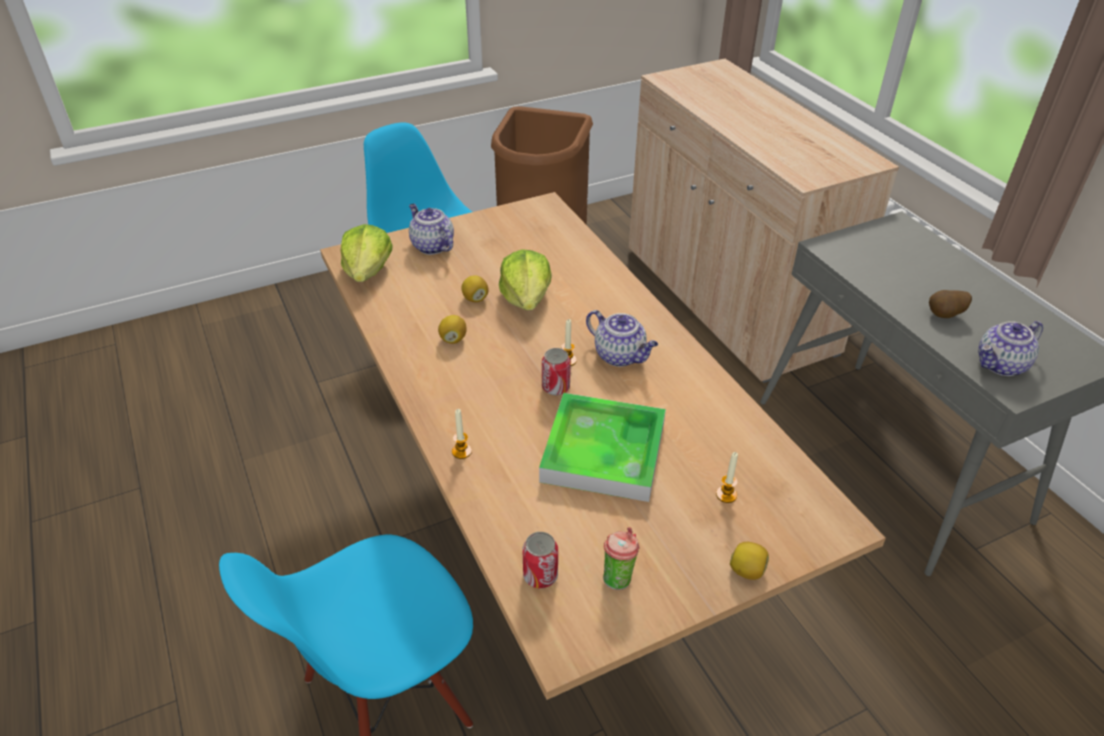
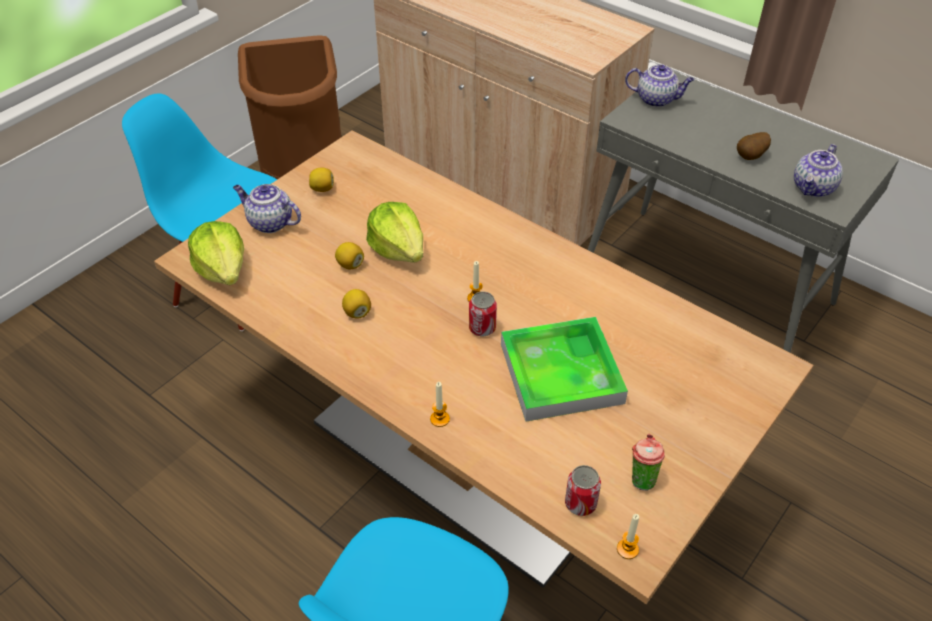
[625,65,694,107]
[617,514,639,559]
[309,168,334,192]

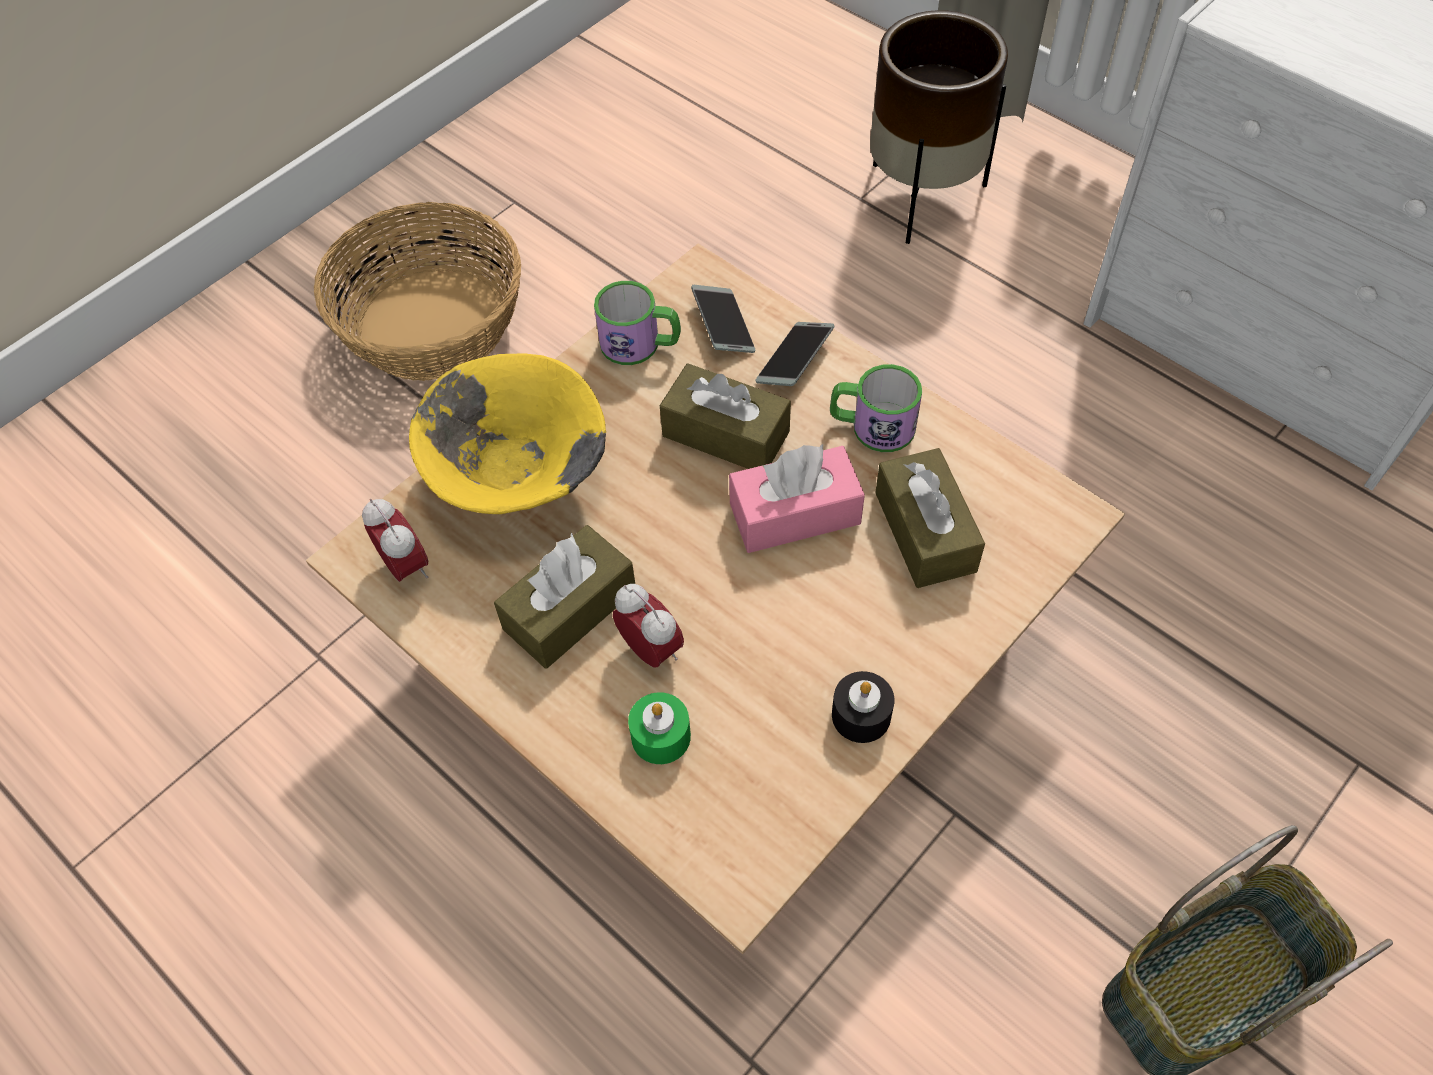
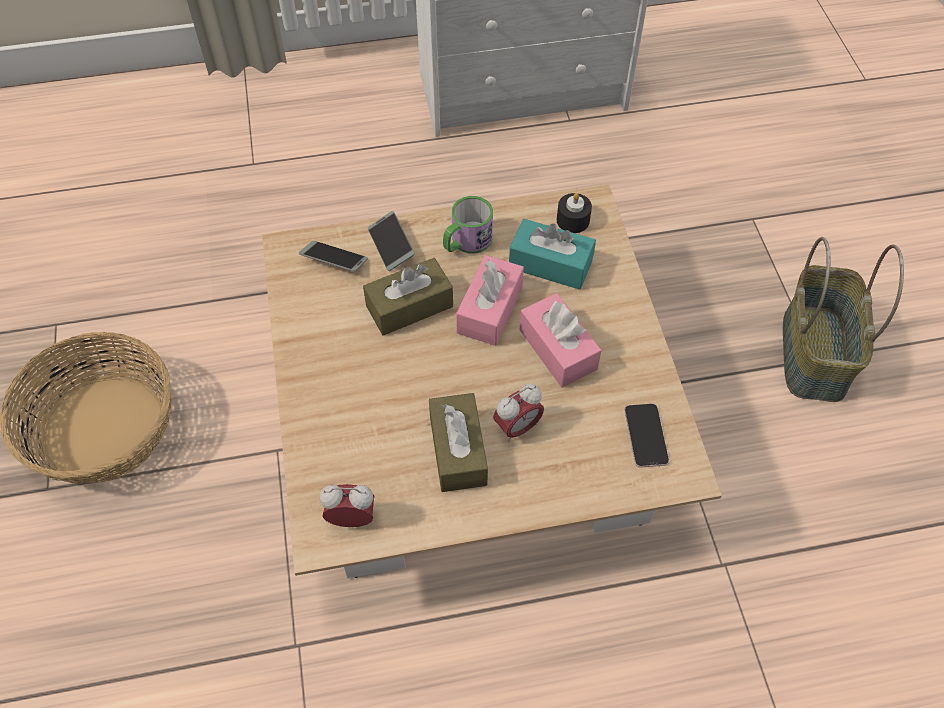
[870,10,1008,244] (first image)
[594,281,681,365] (first image)
[409,353,606,514] (first image)
[509,219,596,290]
[493,384,544,442]
[557,193,592,233]
[628,692,691,764] (first image)
[520,293,602,388]
[624,403,669,468]

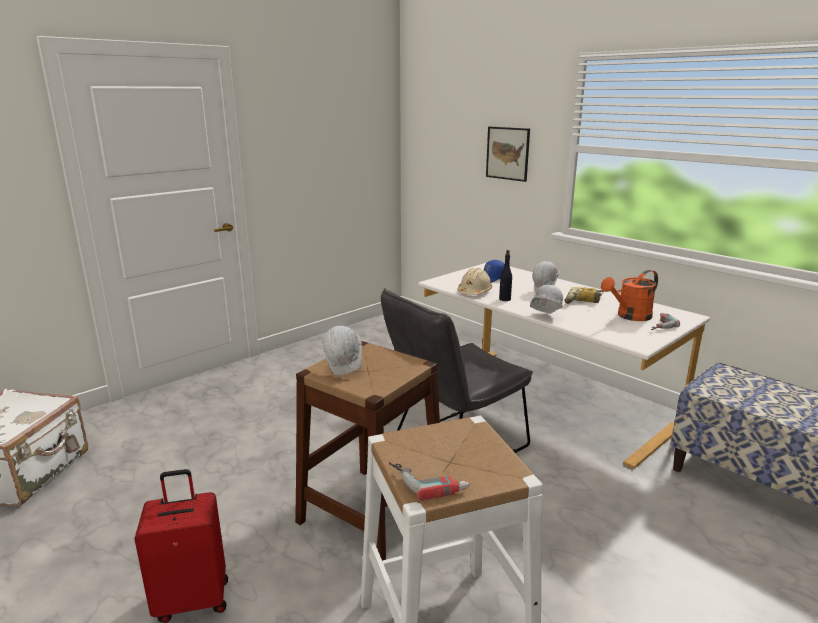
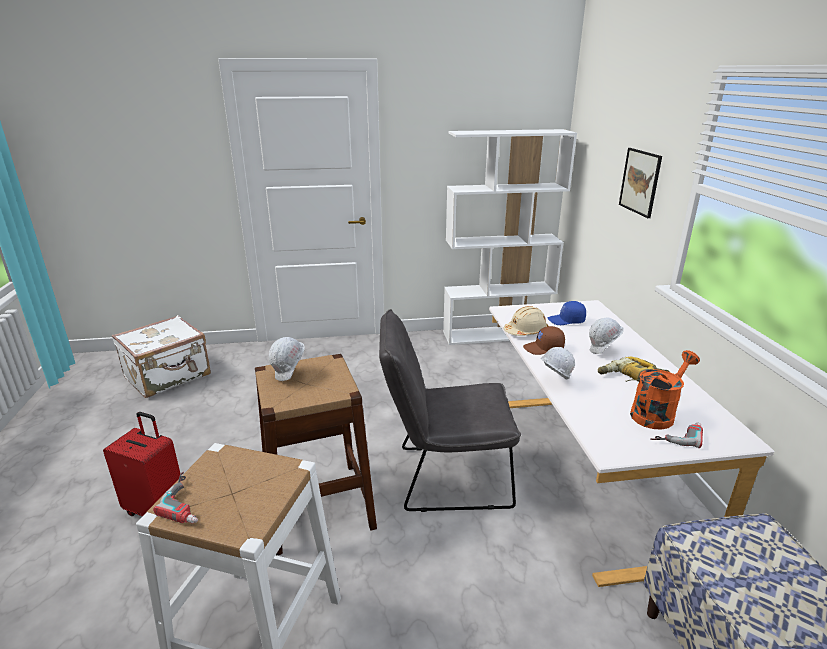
[523,326,565,355]
[630,350,700,430]
[443,129,577,345]

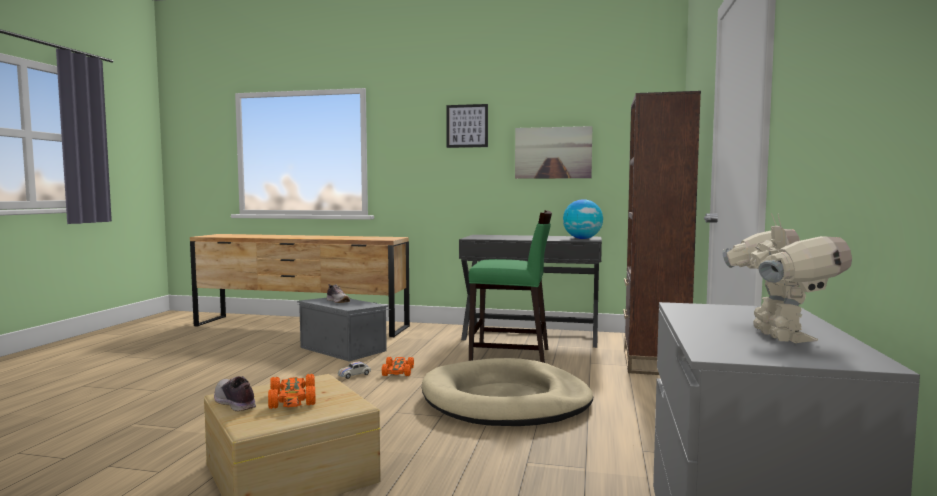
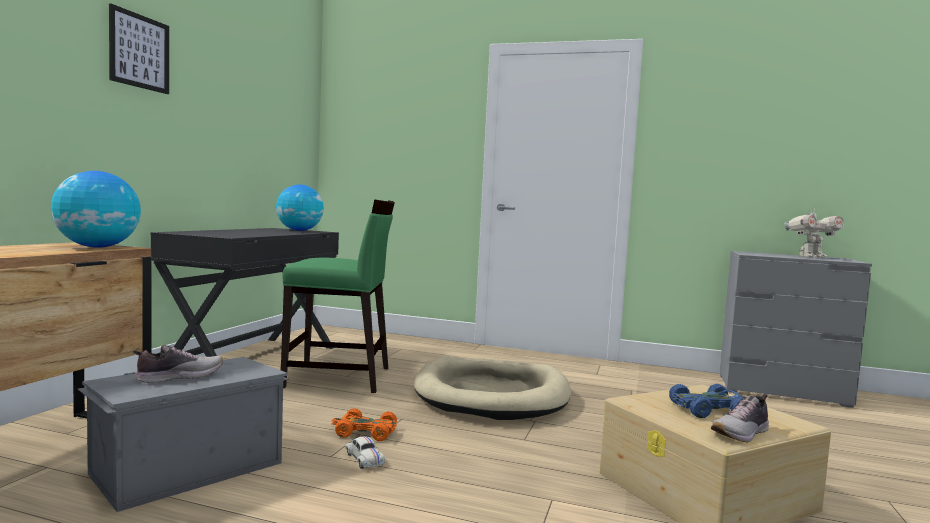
[623,91,701,375] (first image)
[515,126,592,179] (first image)
[281,199,395,393]
[784,209,844,257]
[669,384,747,418]
[51,171,141,248]

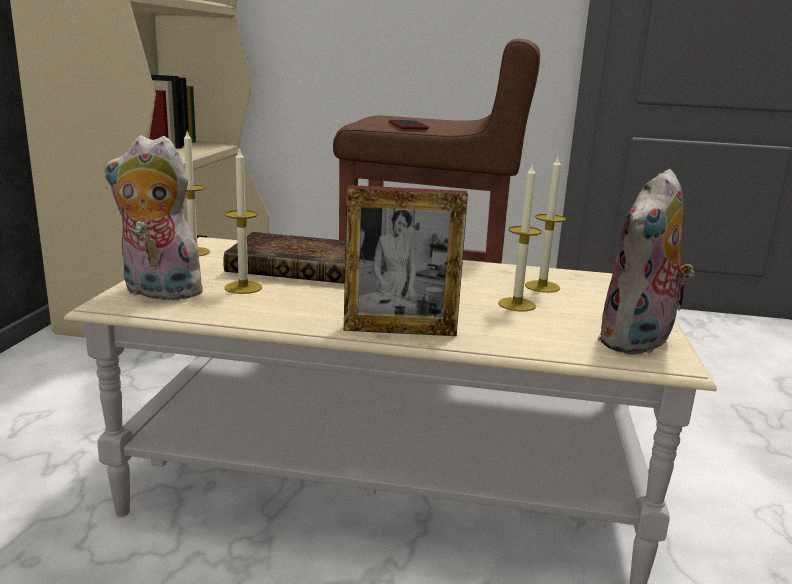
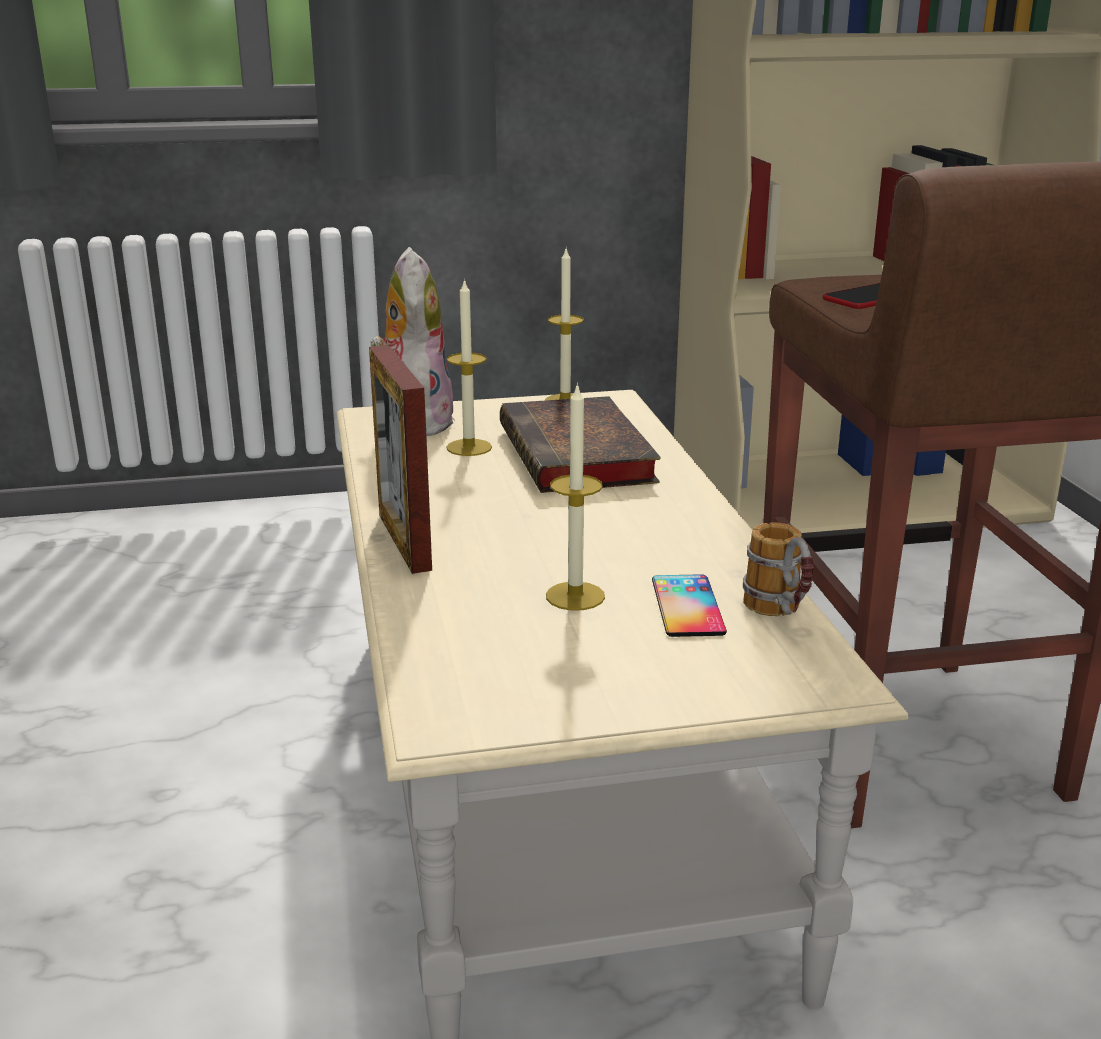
[652,574,727,637]
[597,169,694,355] (first image)
[743,522,815,616]

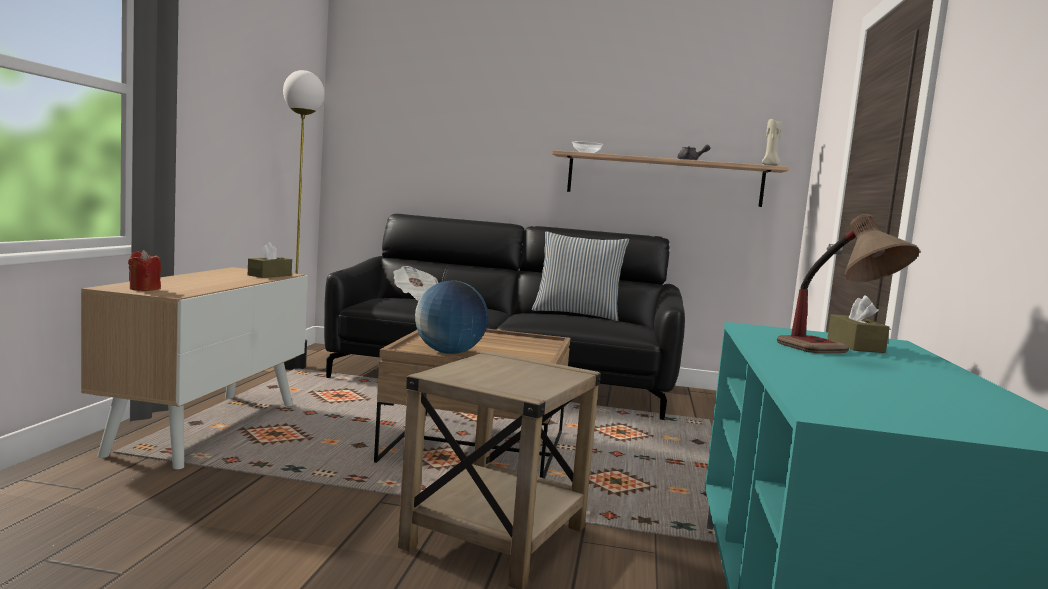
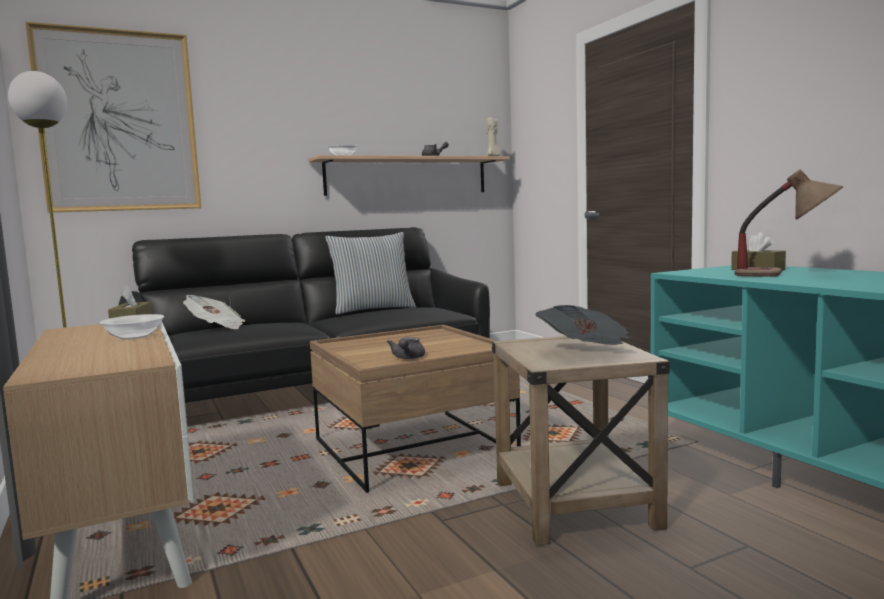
[128,250,161,291] (first image)
[387,337,425,359]
[25,22,201,213]
[535,305,629,345]
[100,314,164,340]

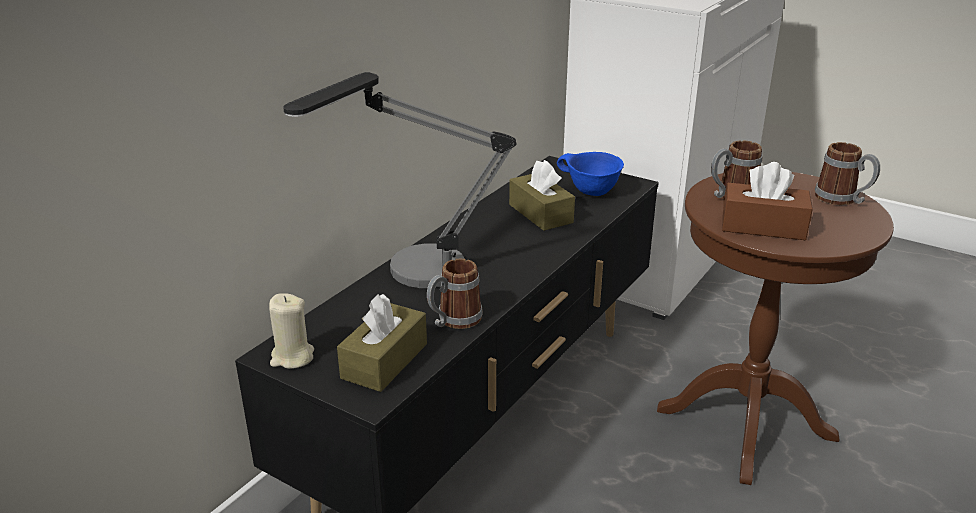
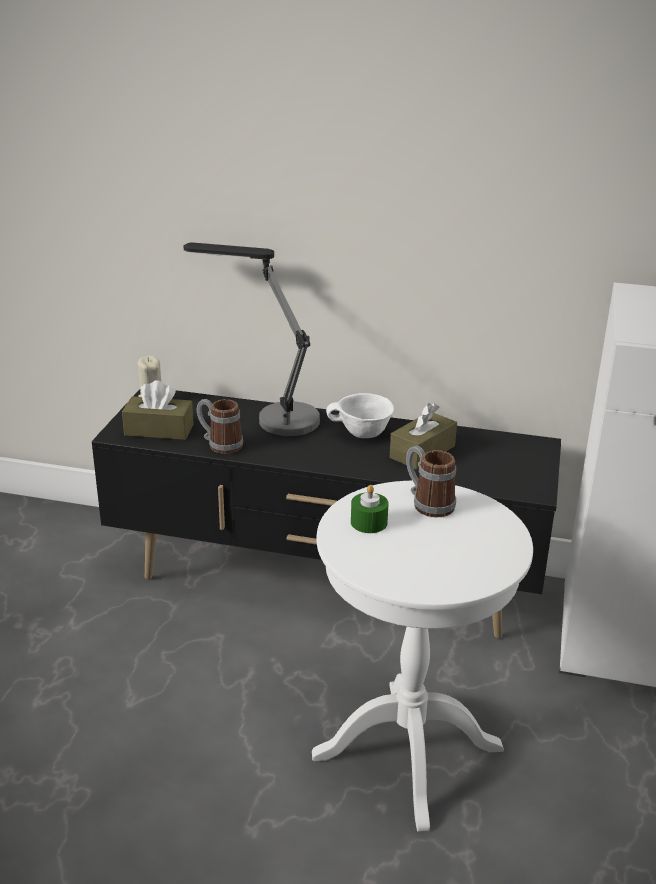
[815,142,880,205] (first image)
[557,152,624,196] (first image)
[351,485,389,533]
[312,481,533,832]
[326,393,394,438]

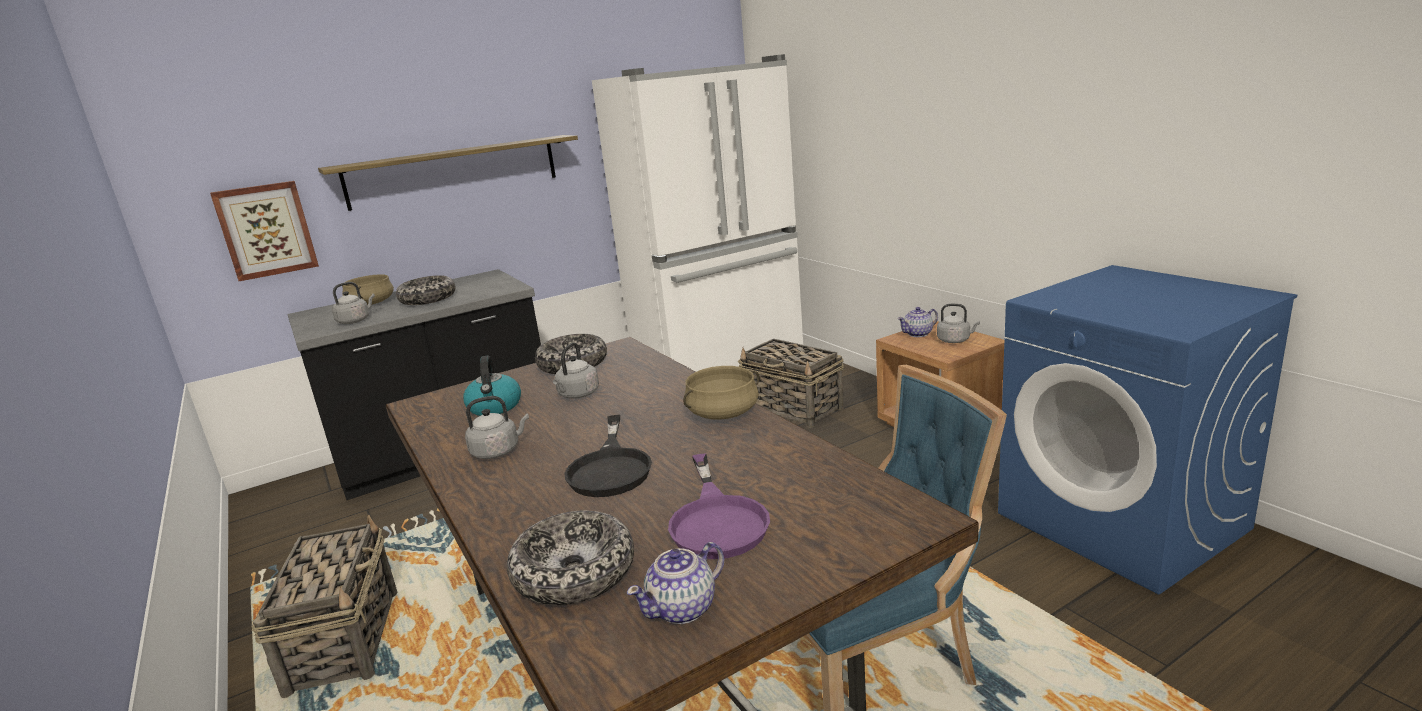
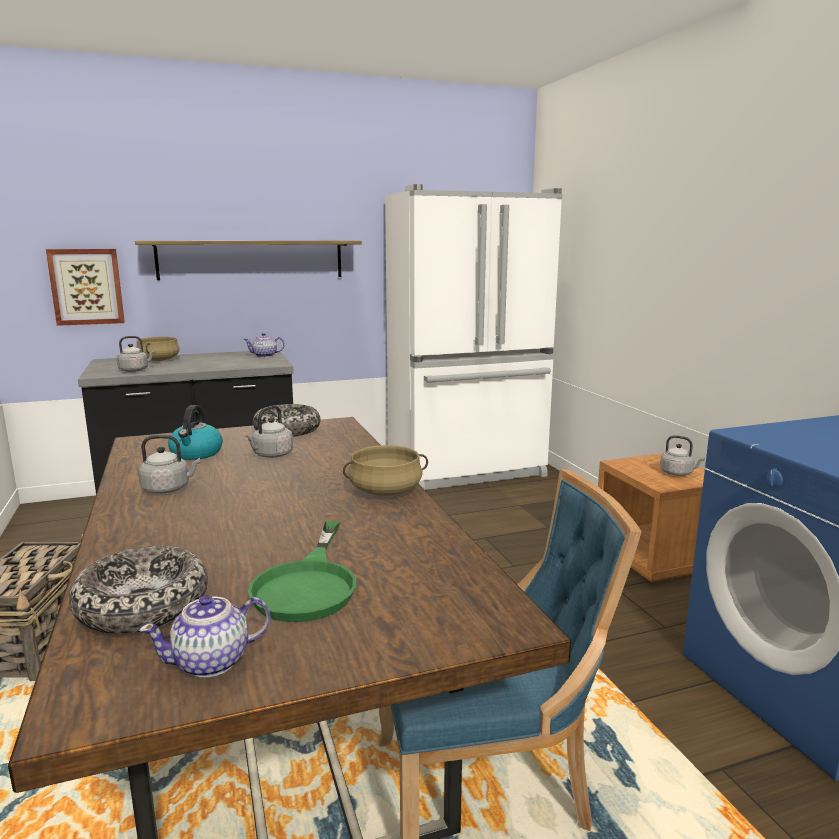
[396,275,455,305] (first image)
[243,333,285,358]
[738,339,844,428] (first image)
[564,415,652,497] (first image)
[248,521,356,622]

